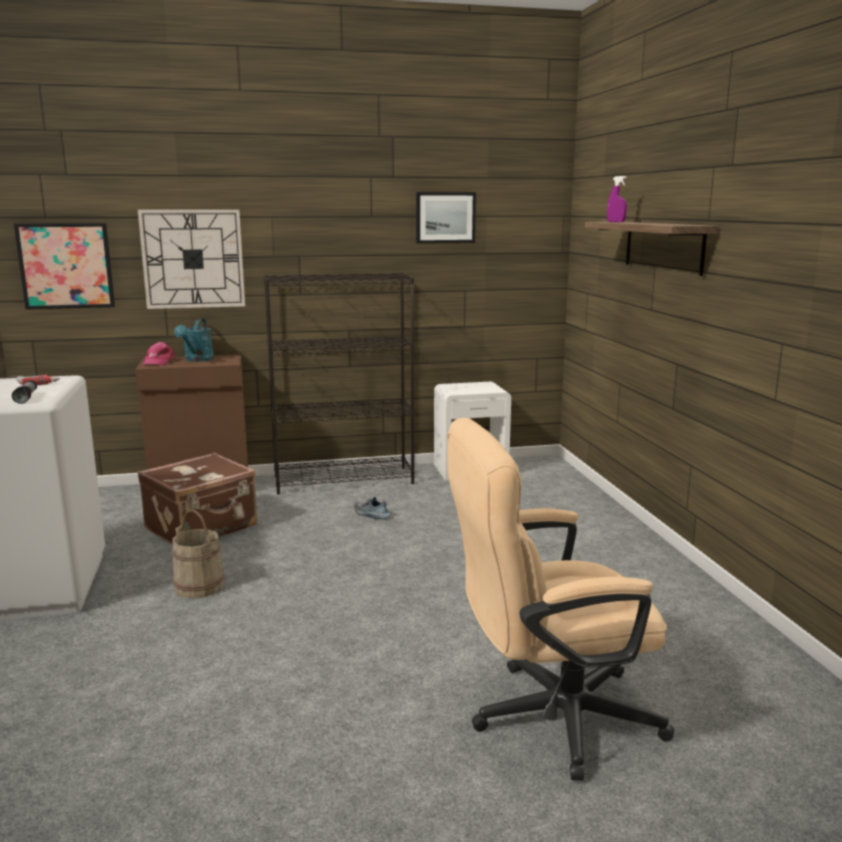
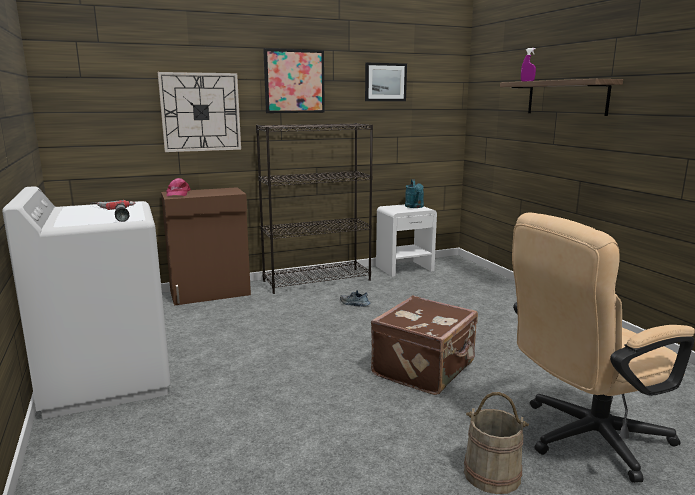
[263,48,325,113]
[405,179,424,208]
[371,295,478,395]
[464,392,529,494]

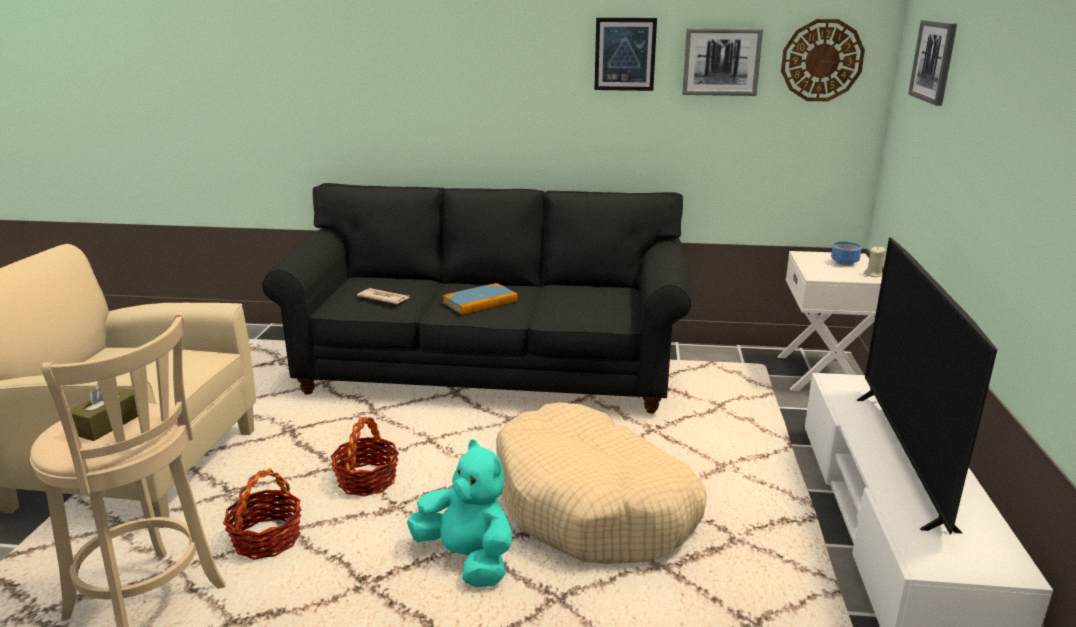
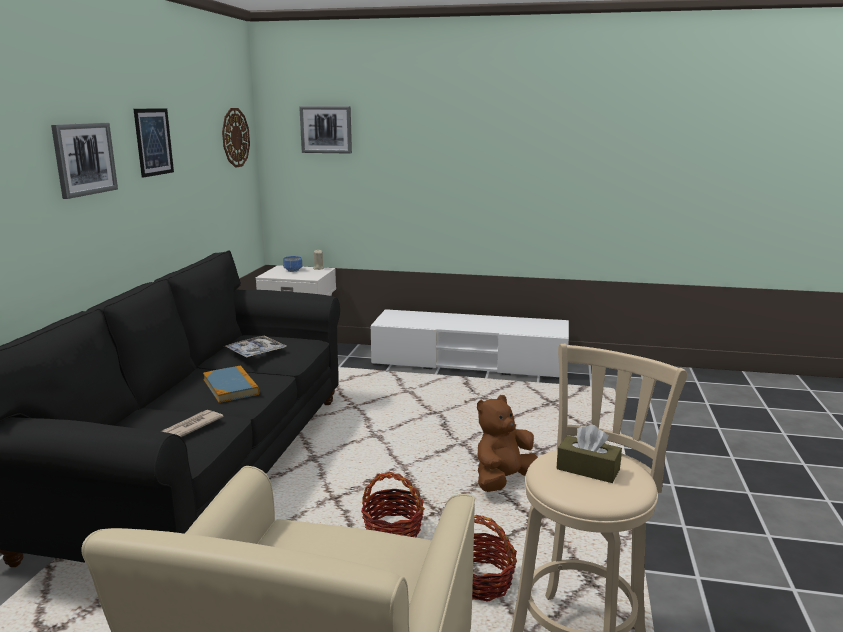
[51,123,118,199]
[857,238,997,535] (first image)
[496,402,707,564] (first image)
[477,395,538,492]
[226,336,286,358]

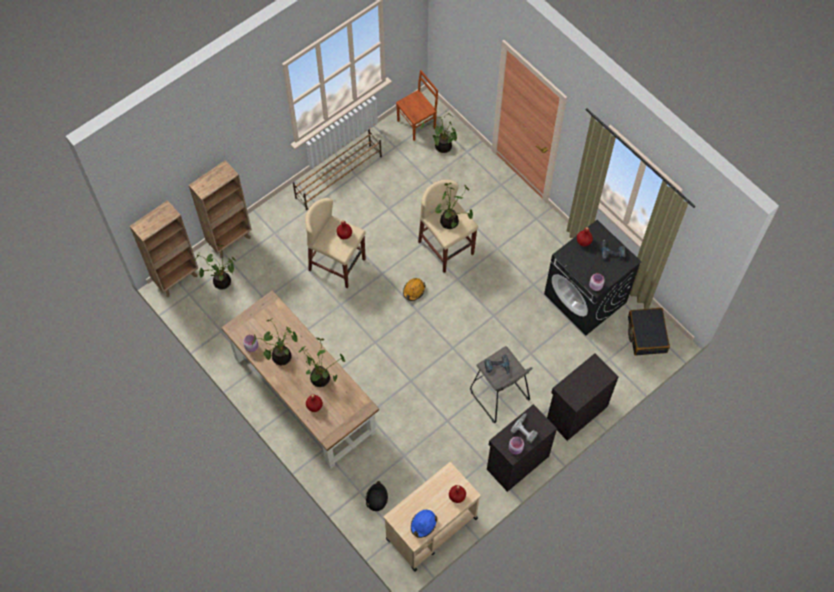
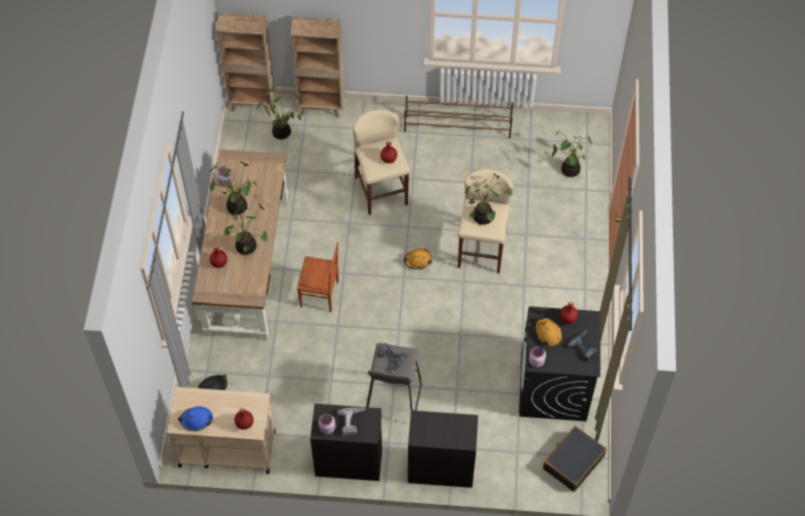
[297,242,339,312]
[535,315,562,346]

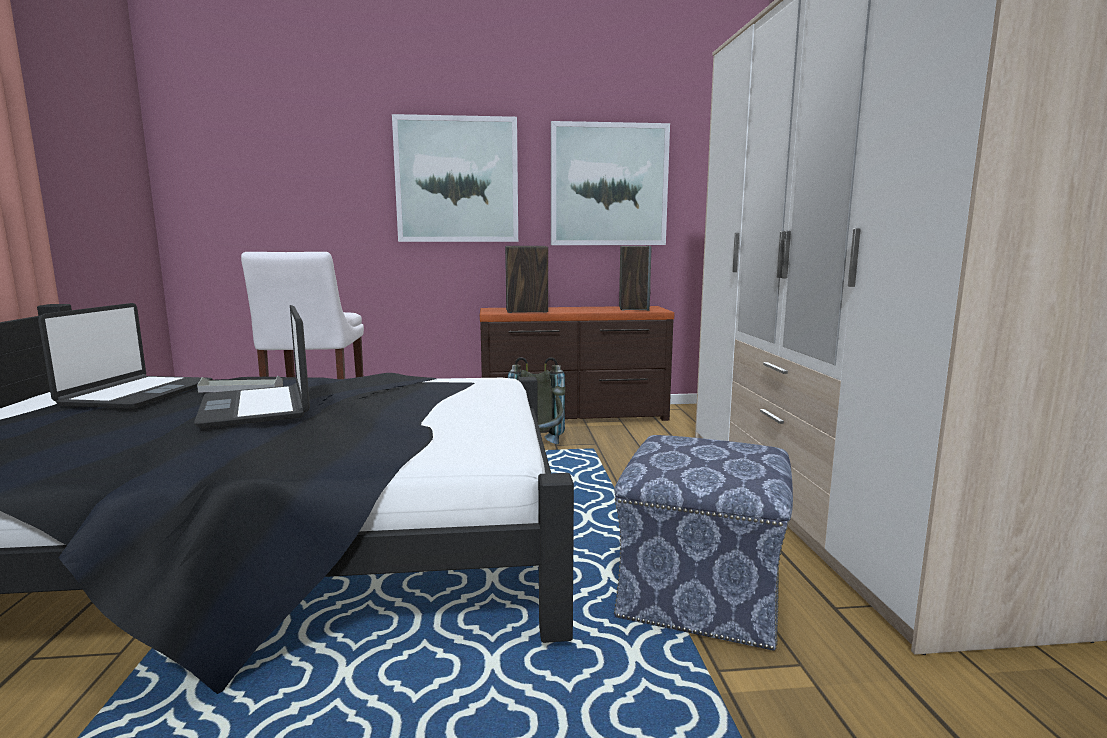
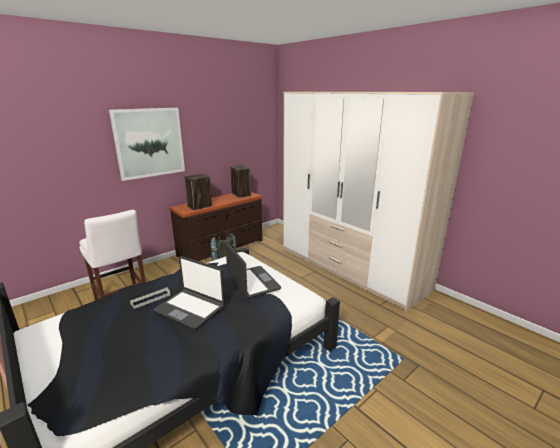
[551,121,670,245] (first image)
[226,243,281,299]
[614,435,793,650] (first image)

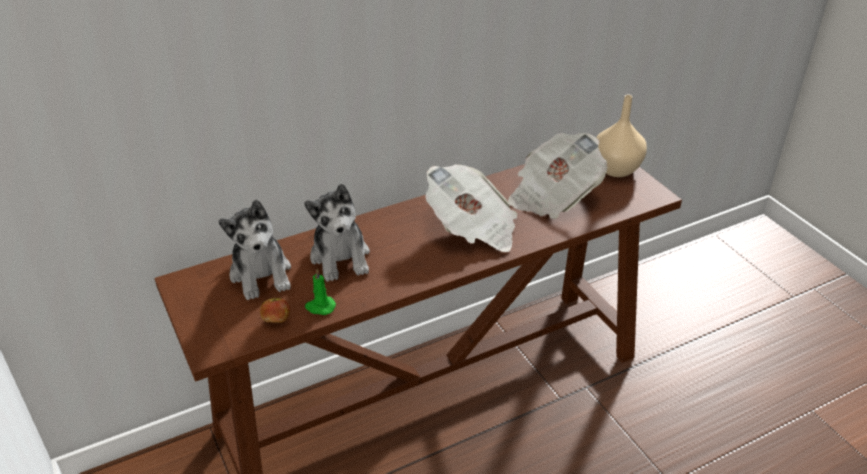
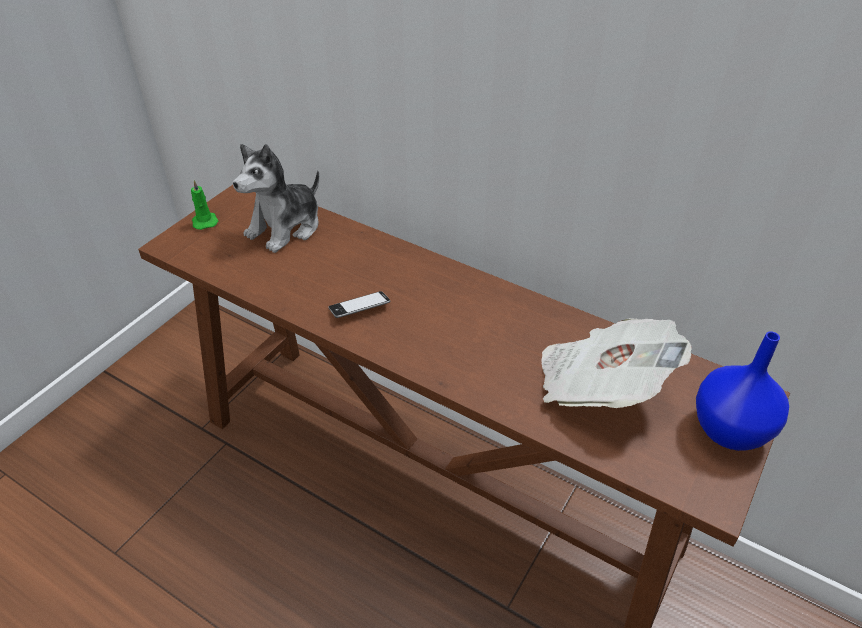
[696,331,789,451]
[425,164,517,252] (first image)
[304,184,370,282] (first image)
[191,180,218,230]
[260,297,290,323] (first image)
[329,291,390,318]

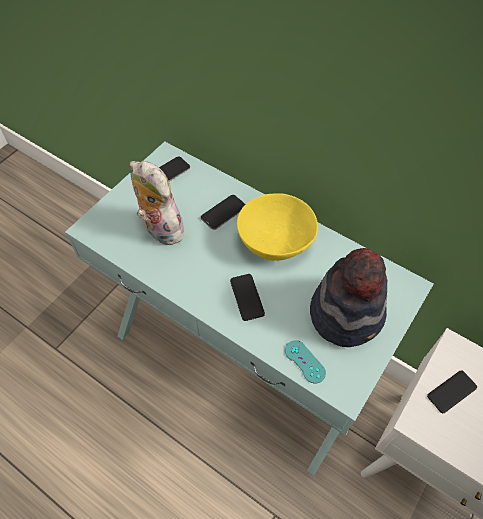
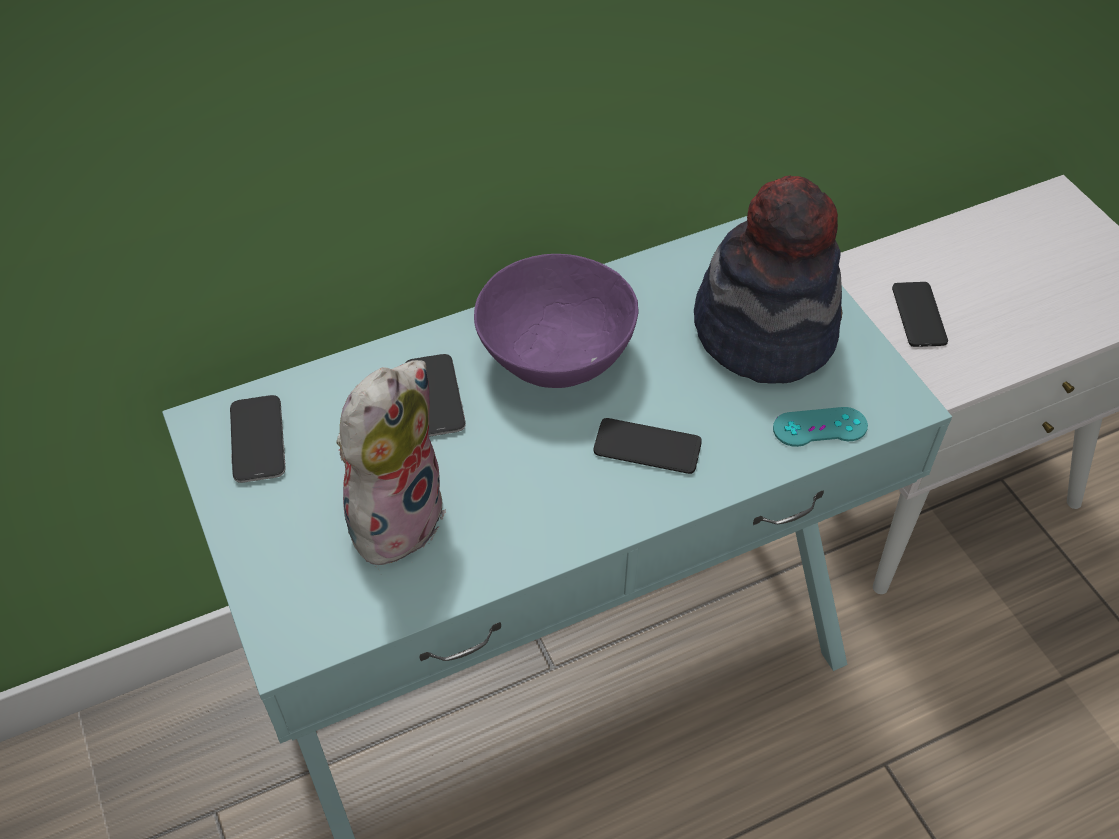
[336,360,446,568]
[474,254,639,388]

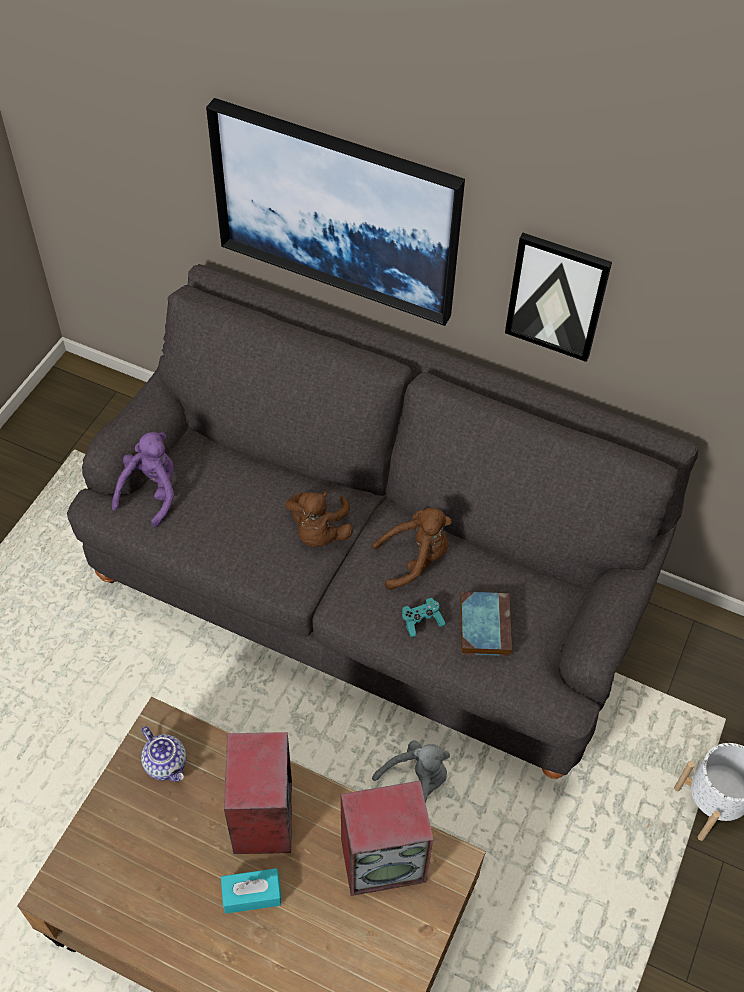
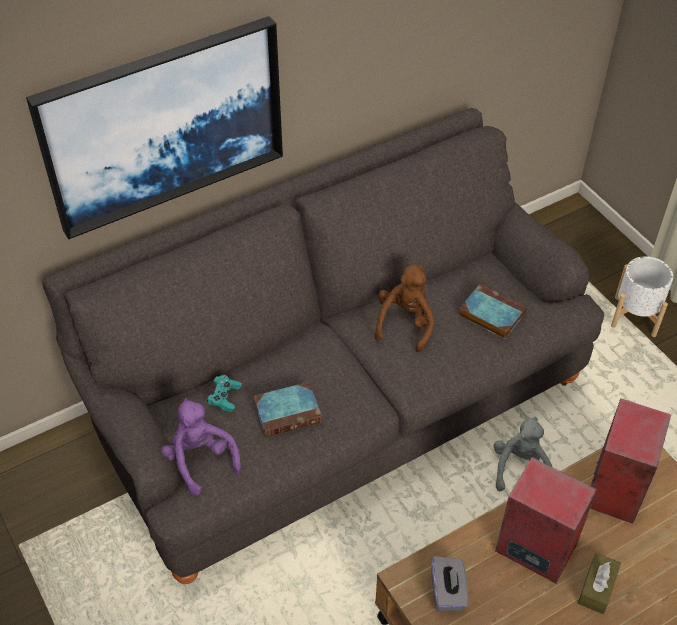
[505,233,612,362] (first image)
[286,491,353,547] (first image)
[207,375,242,412]
[431,556,469,612]
[578,553,621,614]
[254,382,322,437]

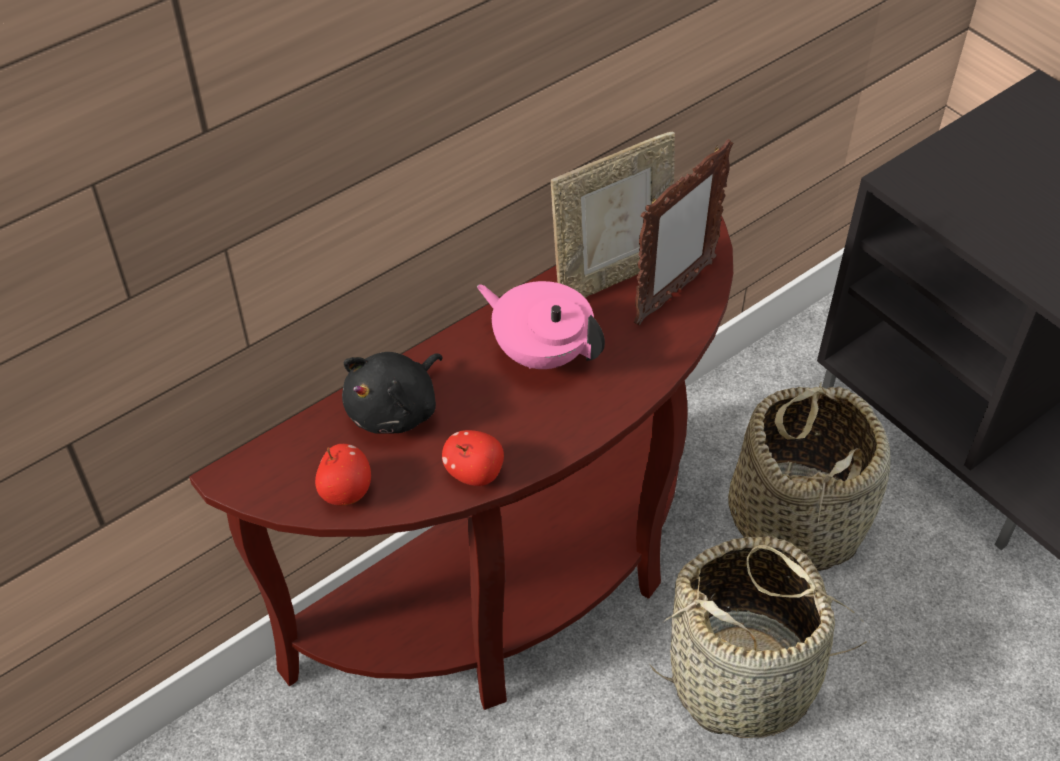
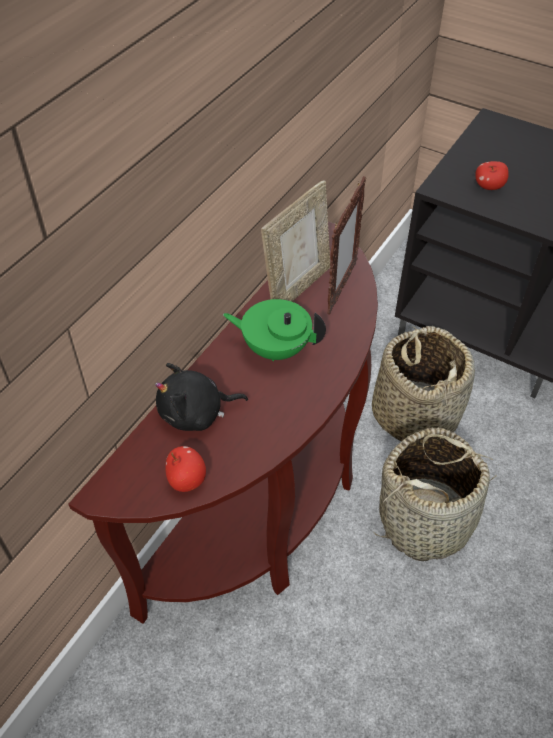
[223,299,326,361]
[155,363,248,431]
[475,161,509,190]

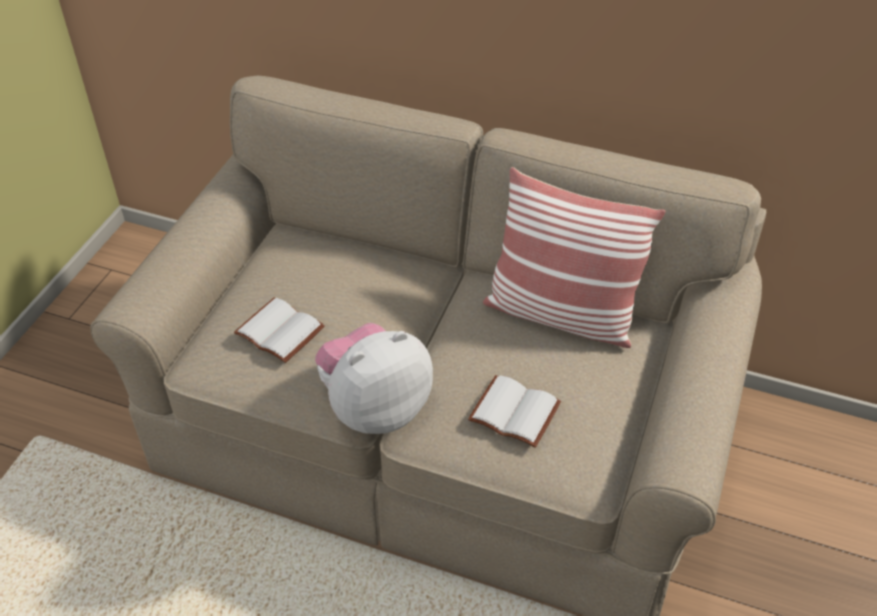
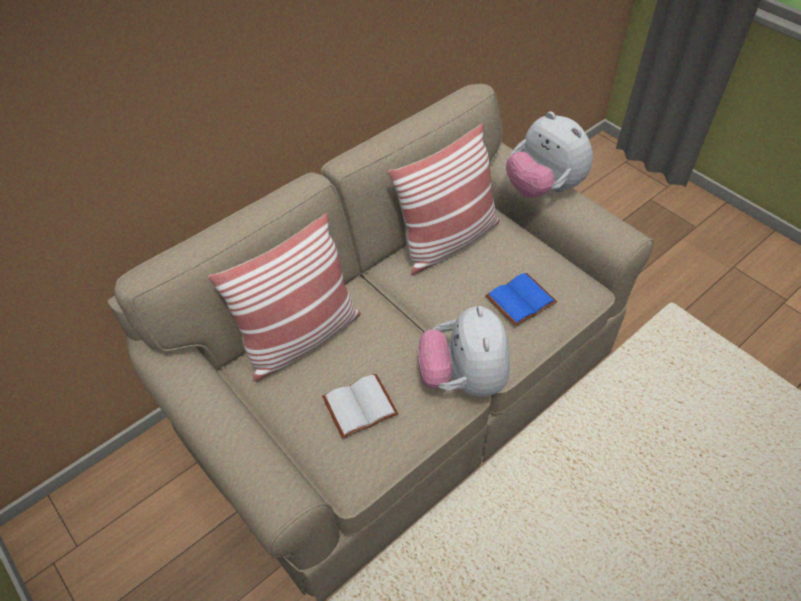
[486,273,557,327]
[506,111,593,198]
[208,213,361,382]

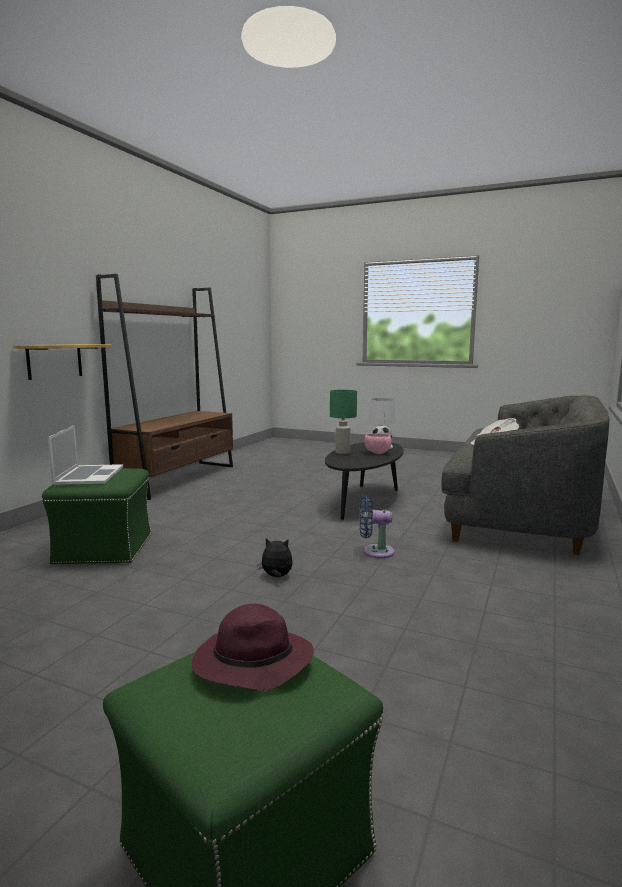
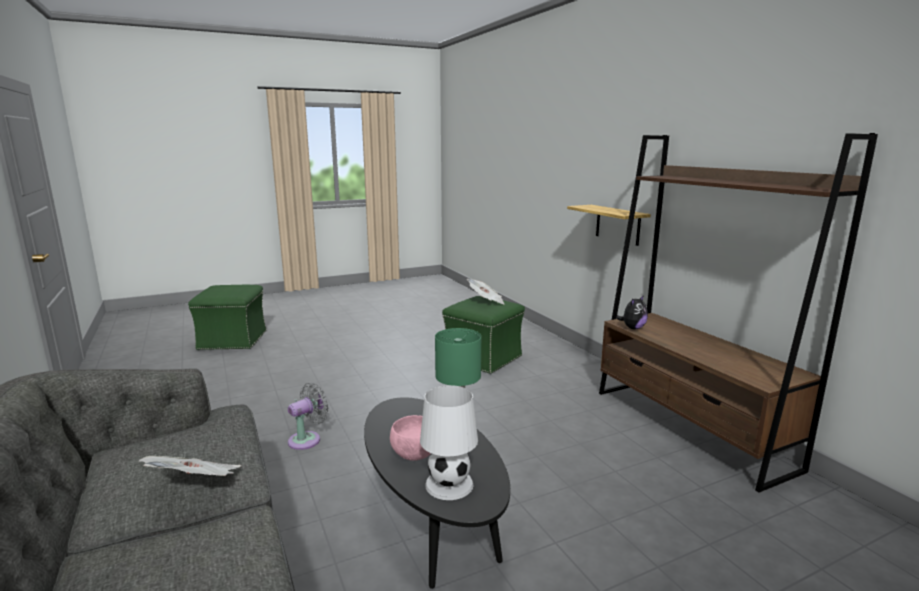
[467,279,504,304]
[288,383,328,450]
[616,295,648,329]
[191,604,314,691] (first image)

